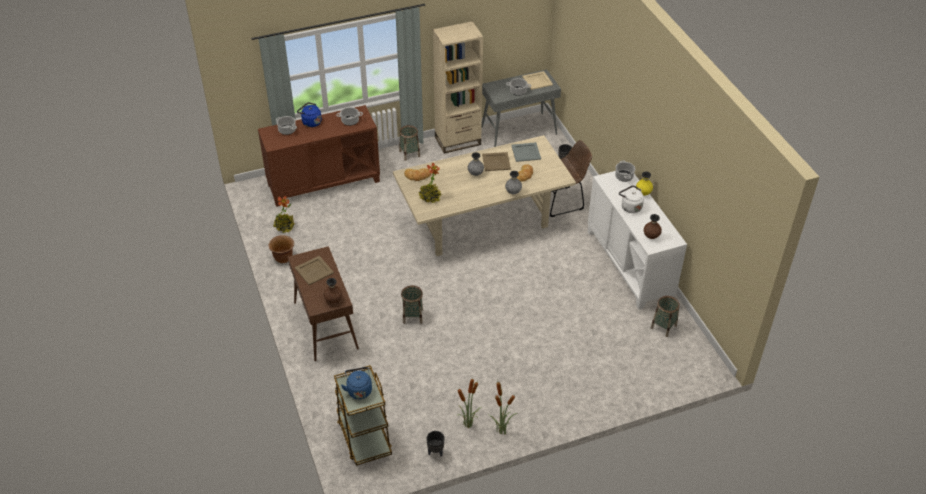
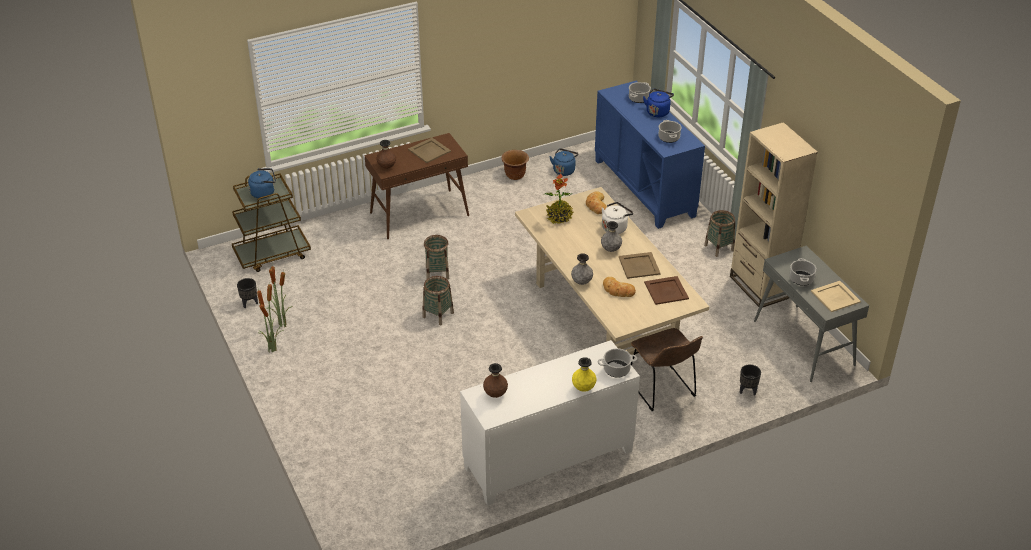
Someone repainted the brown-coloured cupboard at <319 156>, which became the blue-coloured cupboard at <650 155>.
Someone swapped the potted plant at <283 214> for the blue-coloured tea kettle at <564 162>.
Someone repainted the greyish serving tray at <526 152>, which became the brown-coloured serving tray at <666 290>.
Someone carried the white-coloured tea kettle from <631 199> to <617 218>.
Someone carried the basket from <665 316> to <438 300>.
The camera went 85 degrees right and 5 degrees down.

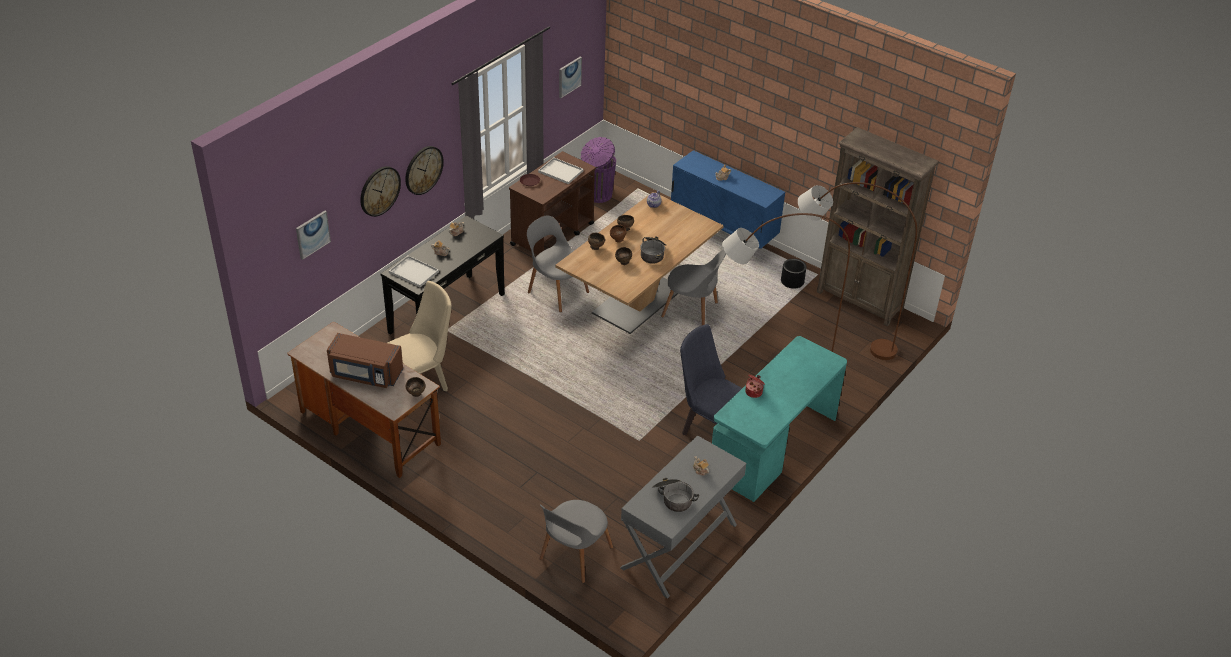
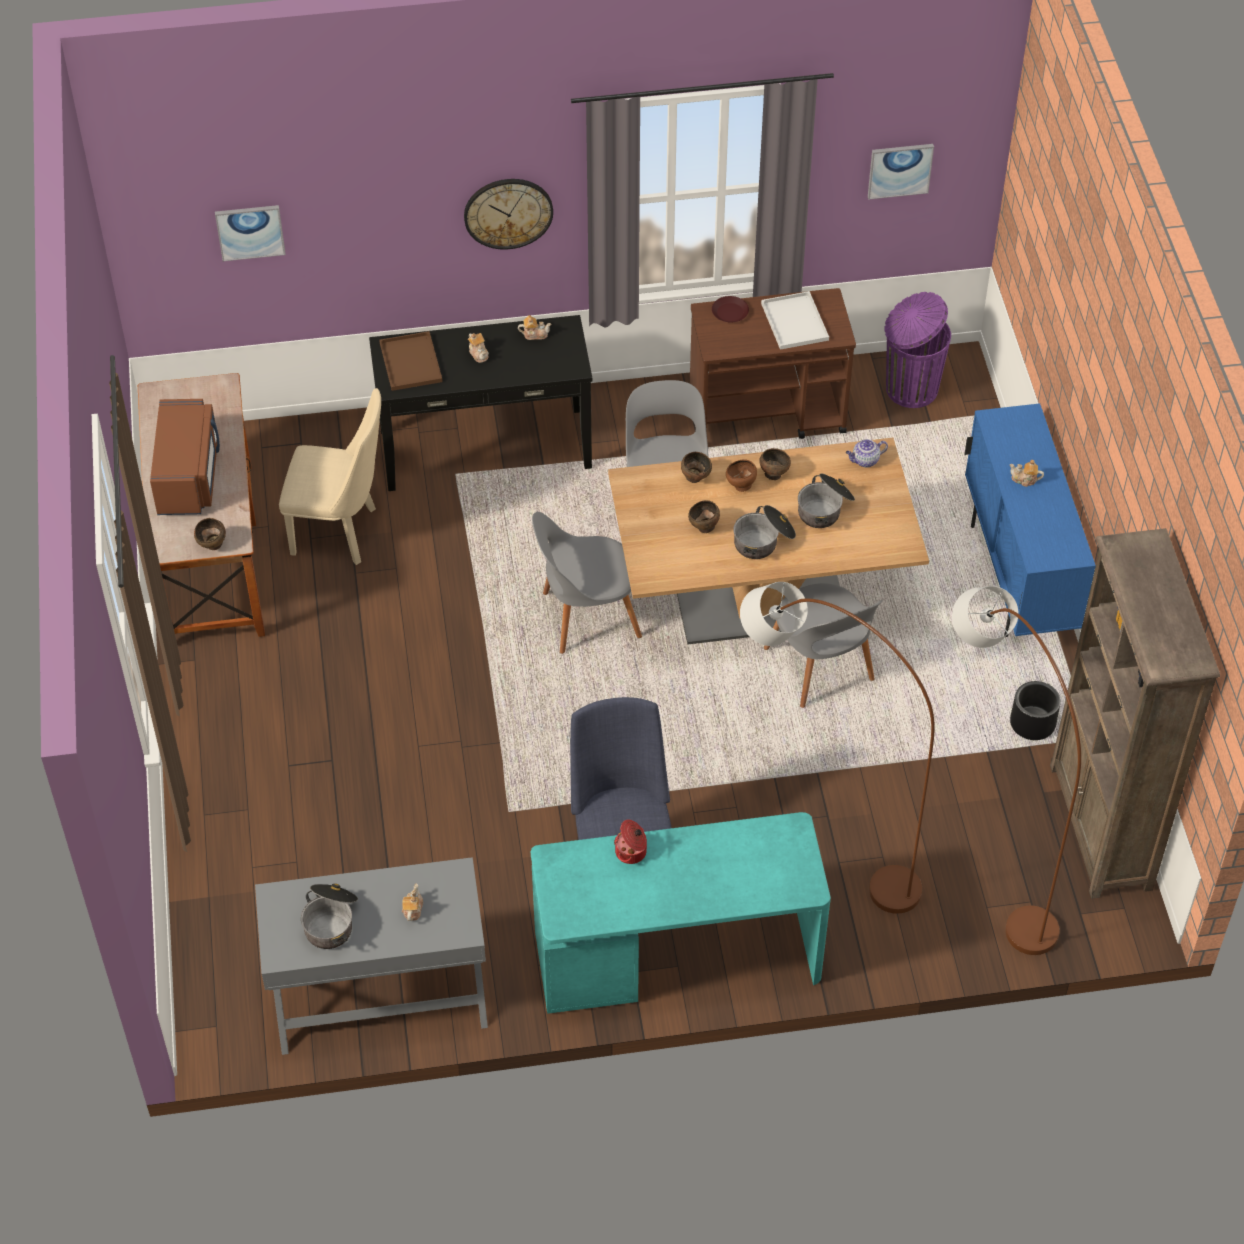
Someone rotated the brown-coloured microwave oven at <365 360> by 150 degrees counterclockwise.
Someone took away the hanging clock at <380 191>.
Someone repainted the white-coloured serving tray at <414 271>, which became the brown-coloured serving tray at <411 361>.
Someone carried the greyish chair from <576 541> to <587 583>.
Someone put down the stockpot at <826 500>.
The camera went 45 degrees right and 10 degrees up.

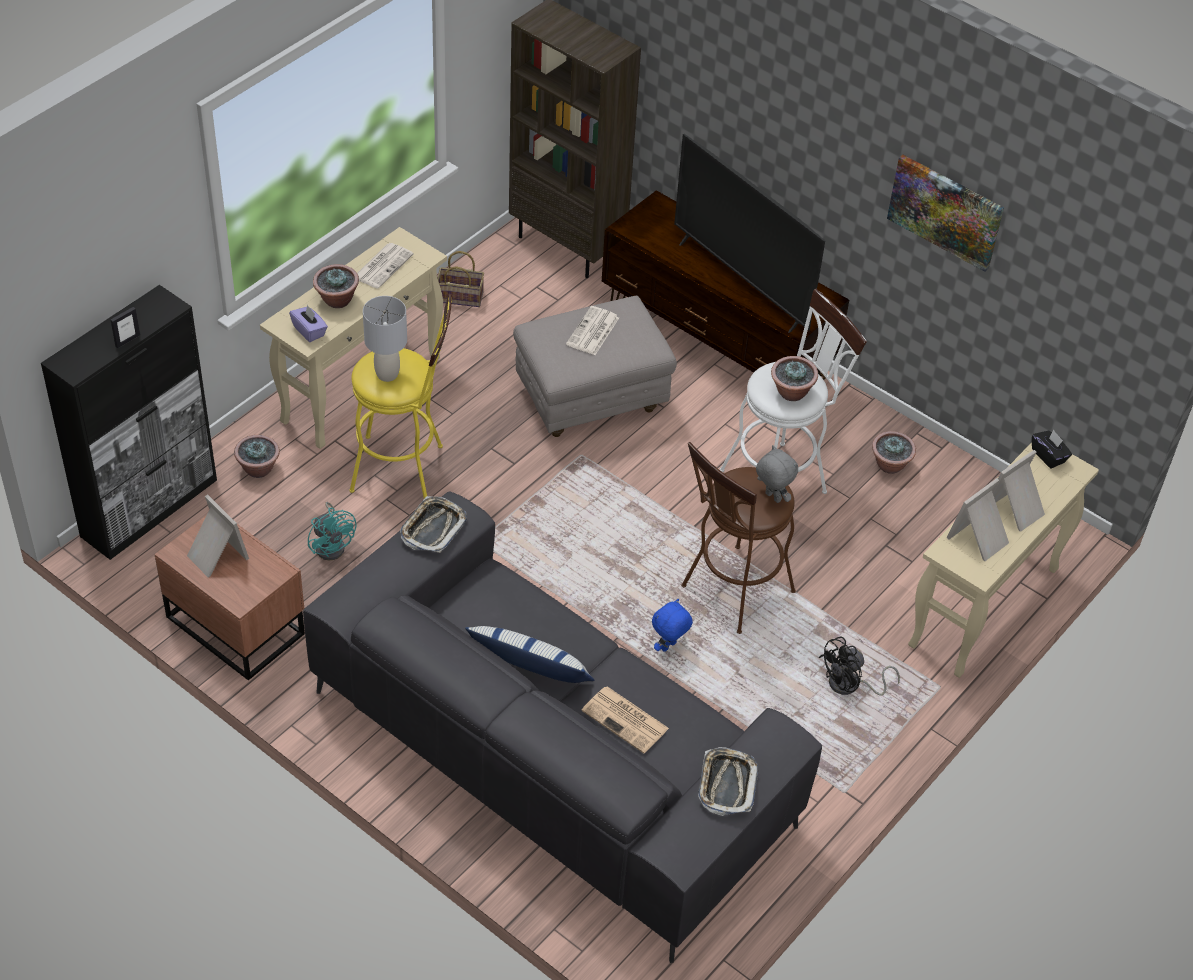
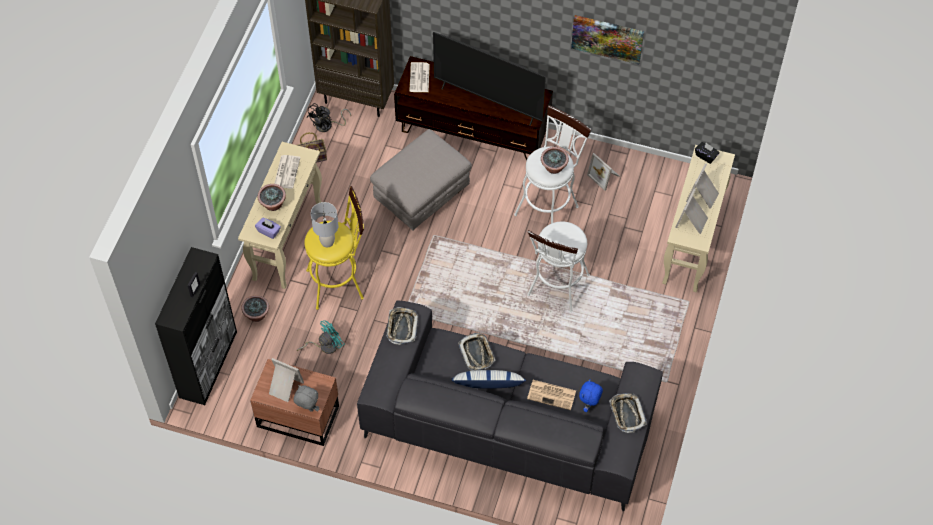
Someone rotated the blue-green cooling fan at <332 531> by 75 degrees counterclockwise.
Someone carried the daily paper from <592 330> to <419 77>.
Someone carried the blue-coloured soft toy from <672 625> to <591 395>.
Someone repainted the brown-coloured stool seat at <738 538>, which became the white-coloured stool seat at <558 267>.
Someone carried the greyish soft toy from <777 474> to <306 398>.
Someone carried the black-coloured cooling fan from <859 666> to <329 117>.
Someone swapped the potted plant at <894 452> for the picture frame at <603 172>.
Someone put down the serving tray at <476 352>.
The camera went 20 degrees left and 10 degrees up.

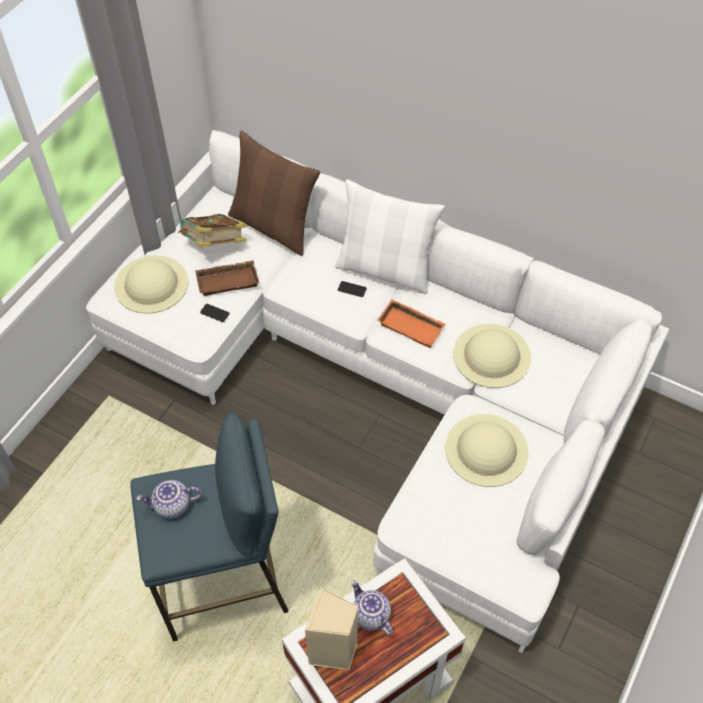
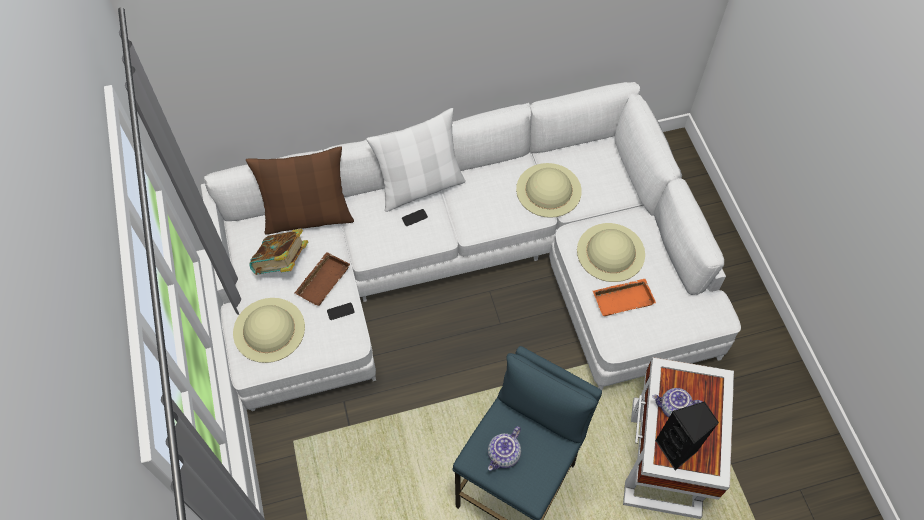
Someone repainted the beige speaker at <331 628>, which became the black-coloured speaker at <687 435>.
Someone carried the orangey serving tray from <411 323> to <624 297>.
The camera went 45 degrees left and 5 degrees up.

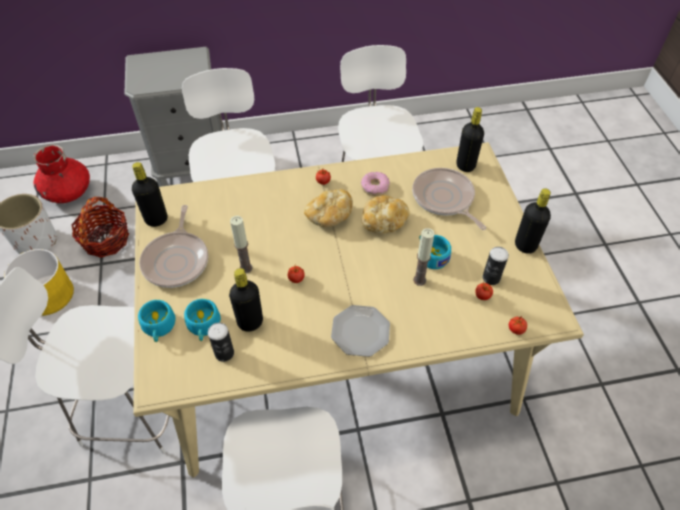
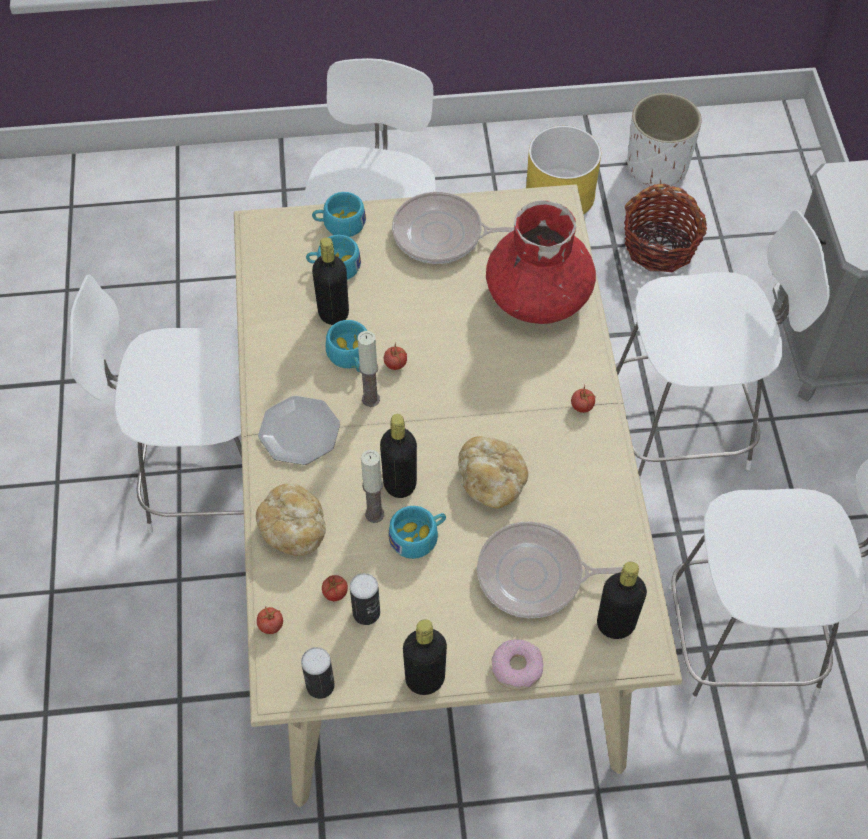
Someone carried the red vase from <61 173> to <541 262>.
Someone carried the black-coloured drink bottle from <149 194> to <398 456>.
Someone carried the metal can from <221 342> to <318 673>.
Someone carried the candle from <241 244> to <369 369>.
Someone carried the bread from <328 208> to <291 520>.
Someone carried the doughnut from <375 184> to <517 664>.
Someone rotated the skillet at <449 199> by 150 degrees counterclockwise.
Someone put down the blue-green drinking cup at <346 346>.
The camera went 95 degrees right and 5 degrees up.

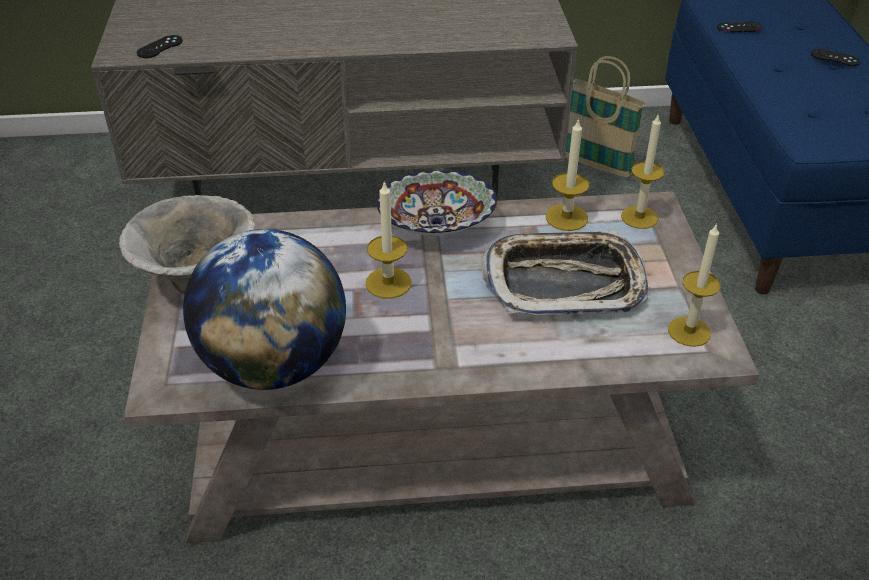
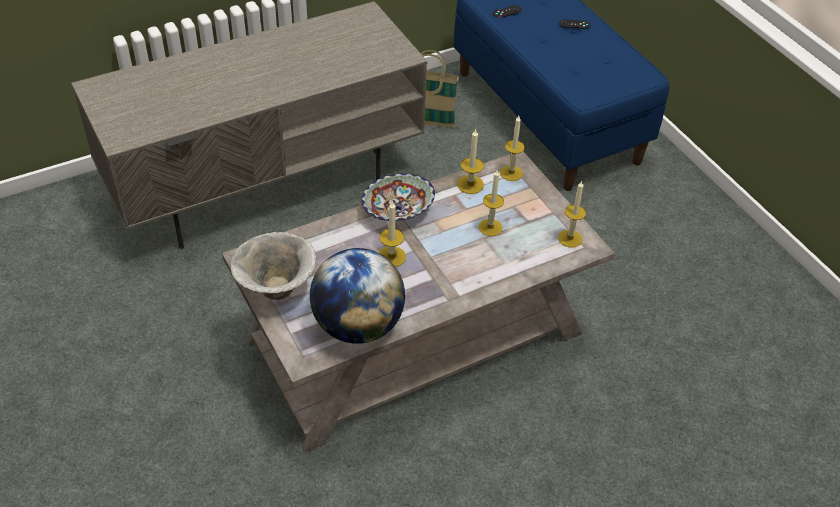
Someone took away the black-coloured joypad at <159 46>.
Someone swapped the serving tray at <564 272> for the candle at <491 203>.
The camera went 25 degrees left and 5 degrees up.

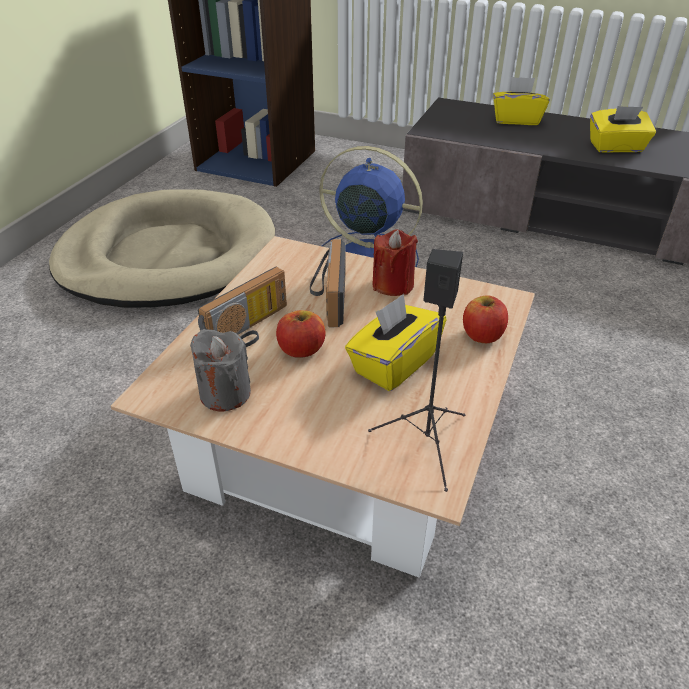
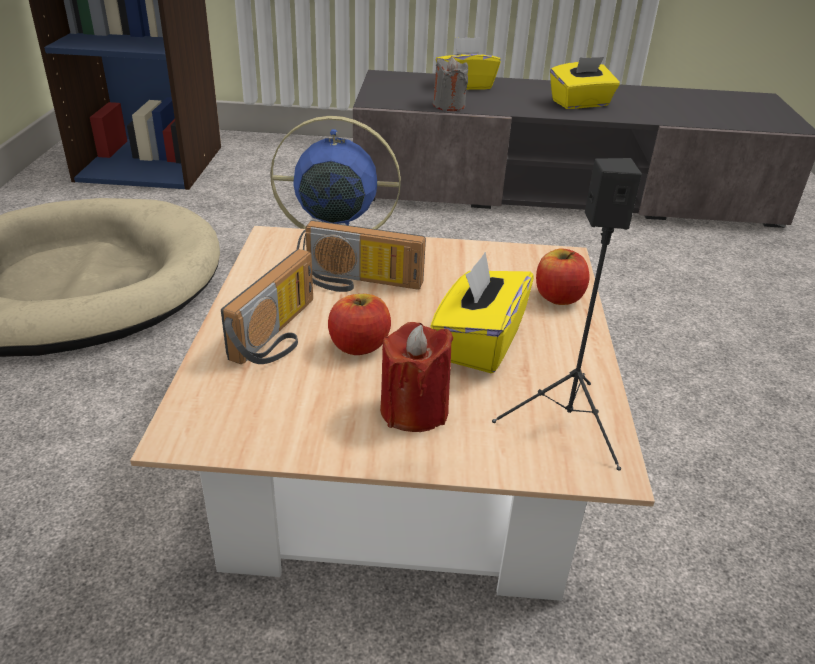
Someone carried the greyish candle from <220 370> to <450 83>.
Someone rotated the radio set at <328 283> by 60 degrees counterclockwise.
Someone carried the red candle from <395 263> to <416 377>.
The camera went 20 degrees left and 5 degrees down.

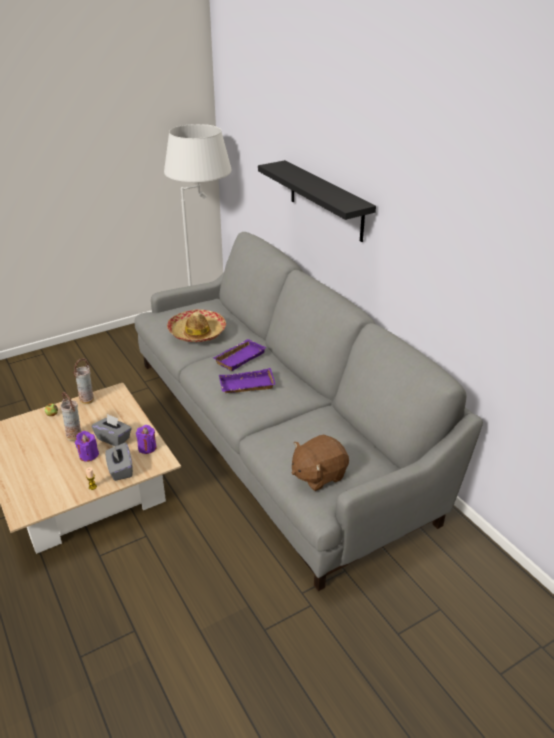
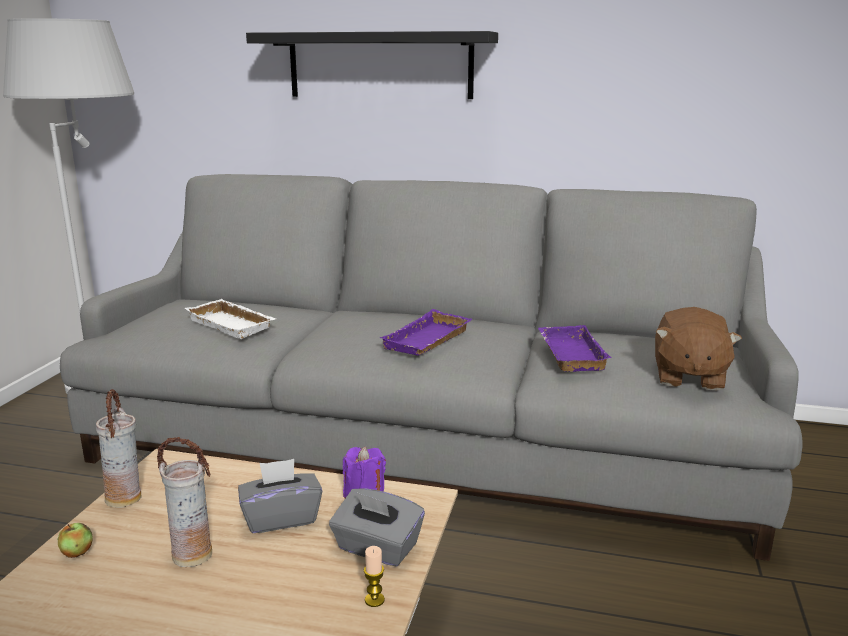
Someone took away the purple candle at <87 446>.
Someone swapped the wearable hat at <196 325> for the white-coloured serving tray at <230 319>.
Someone carried the purple serving tray from <240 355> to <575 348>.
The camera went 45 degrees left and 15 degrees down.

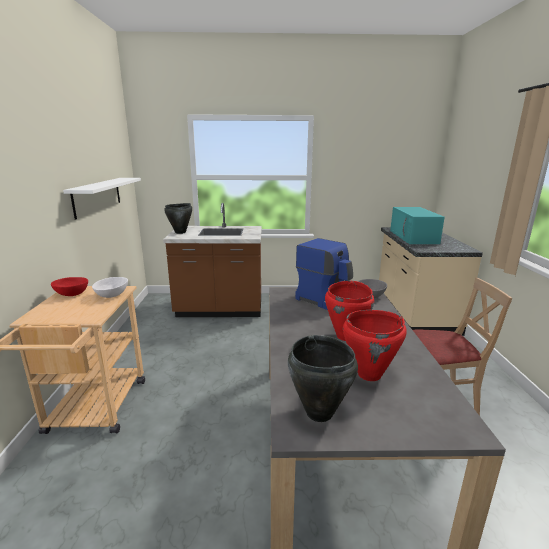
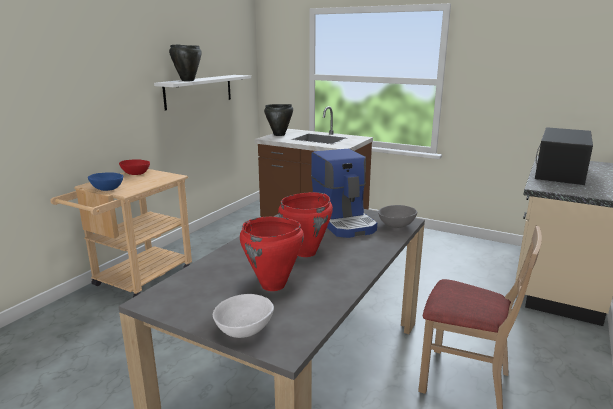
Someone carried the white-coloured deep dish from <110 287> to <243 316>.
Someone carried the black-coloured stockpot from <323 378> to <185 62>.
Someone repainted the blue-green microwave oven at <417 225>, which became the black-coloured microwave oven at <564 156>.
Someone put down the blue-coloured deep dish at <105 181>.
The camera went 30 degrees right and 0 degrees up.

